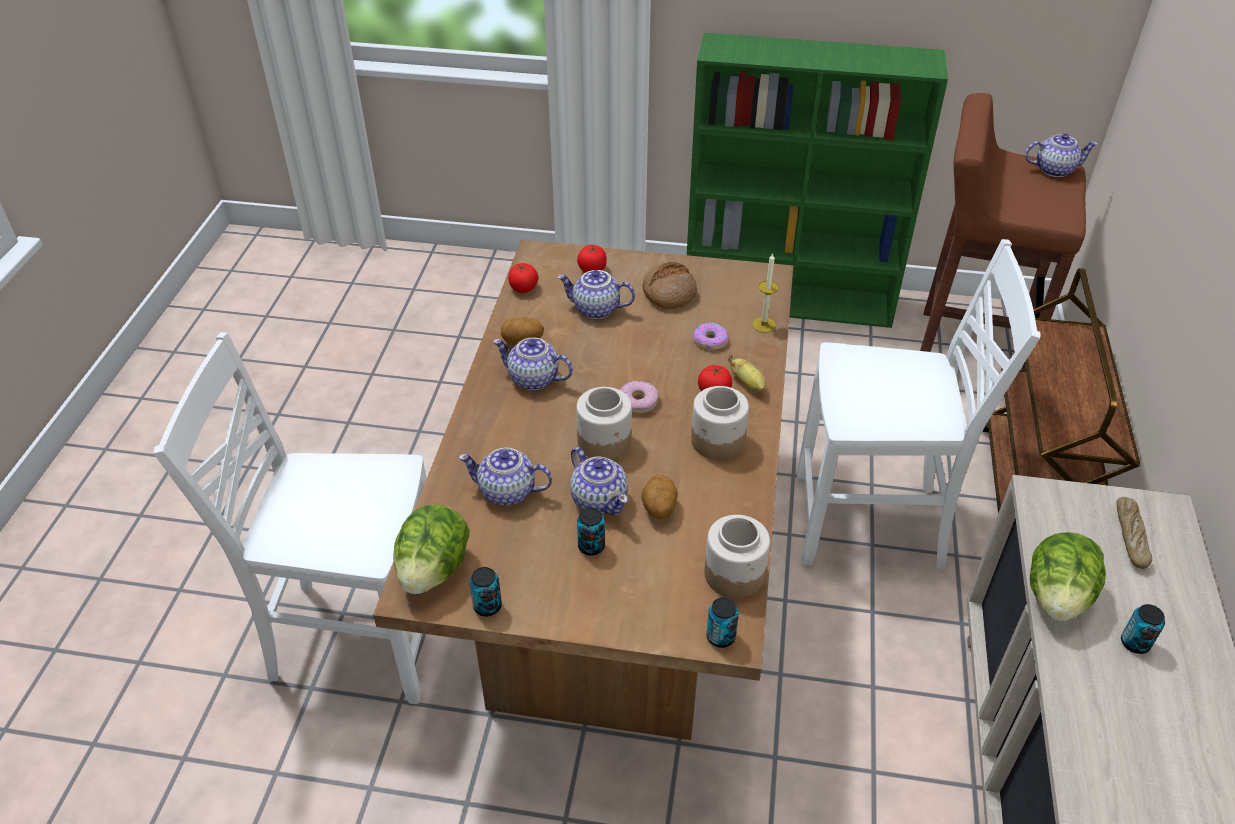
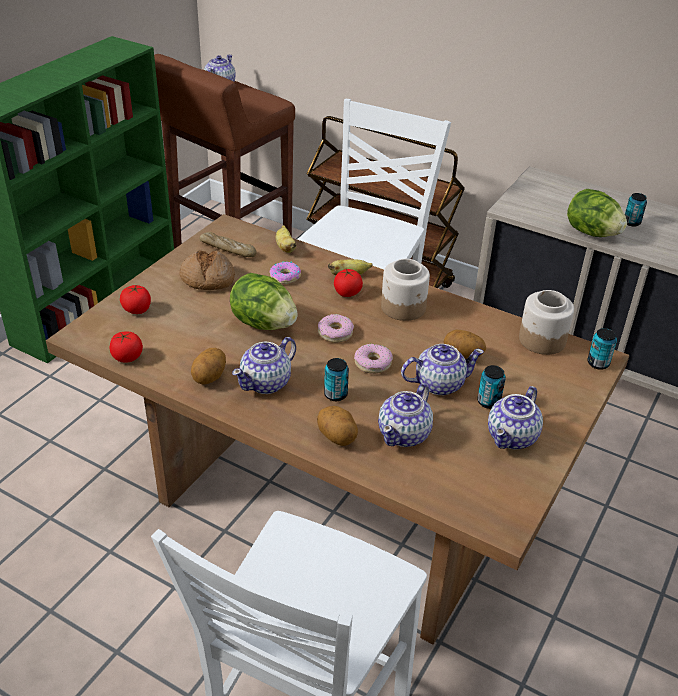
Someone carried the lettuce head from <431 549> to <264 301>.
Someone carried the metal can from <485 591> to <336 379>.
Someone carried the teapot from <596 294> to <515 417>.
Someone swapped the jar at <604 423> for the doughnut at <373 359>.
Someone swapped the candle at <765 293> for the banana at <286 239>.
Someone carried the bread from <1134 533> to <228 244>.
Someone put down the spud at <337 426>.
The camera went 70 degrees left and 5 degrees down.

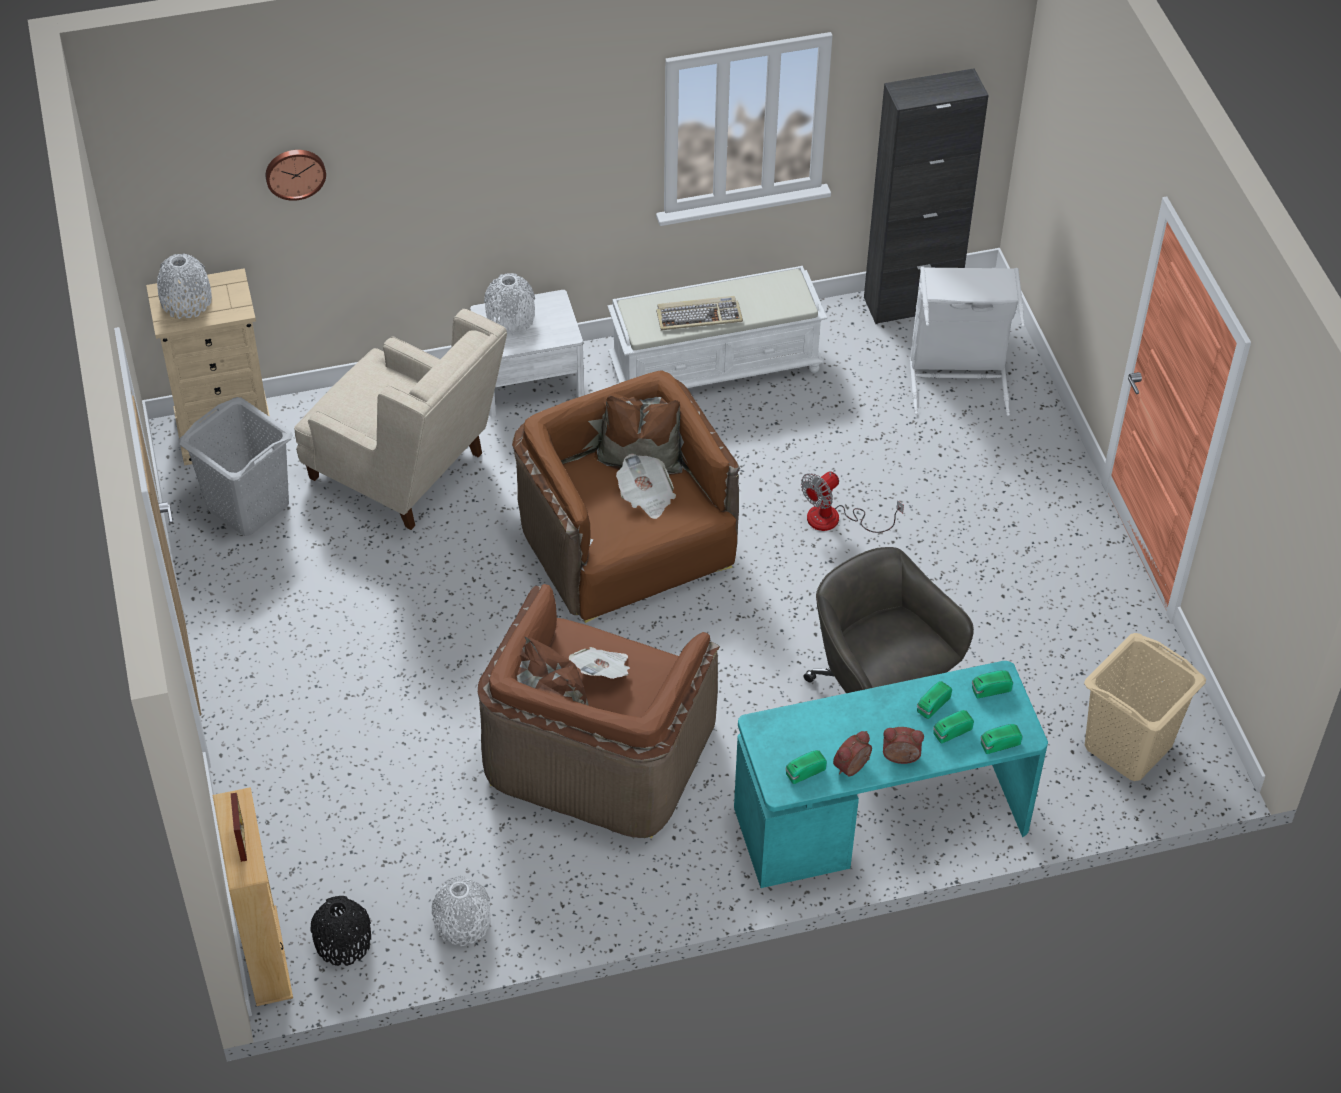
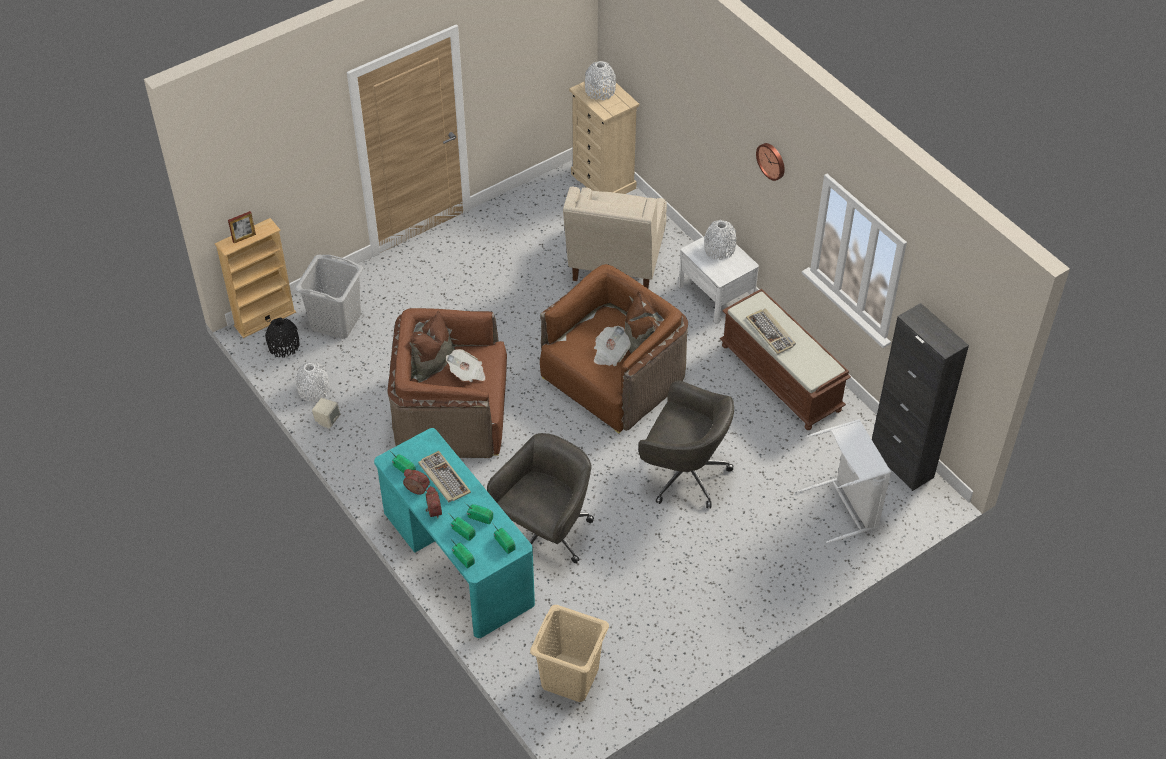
Someone carried the greyish hamper from <235 466> to <329 296>.
Someone carried the hanging clock from <296 175> to <770 162>.
Someone repainted the white-coloured bench at <717 327>, which became the brown-coloured bench at <785 359>.
Someone swapped the cooling fan at <852 502> for the greyish office chair at <686 444>.
Someone put down the beige speaker at <326 413>.
Someone put down the keyboard at <444 476>.
The camera went 70 degrees right and 0 degrees up.

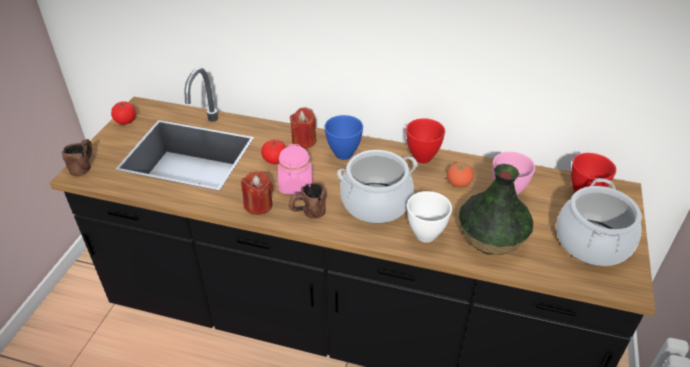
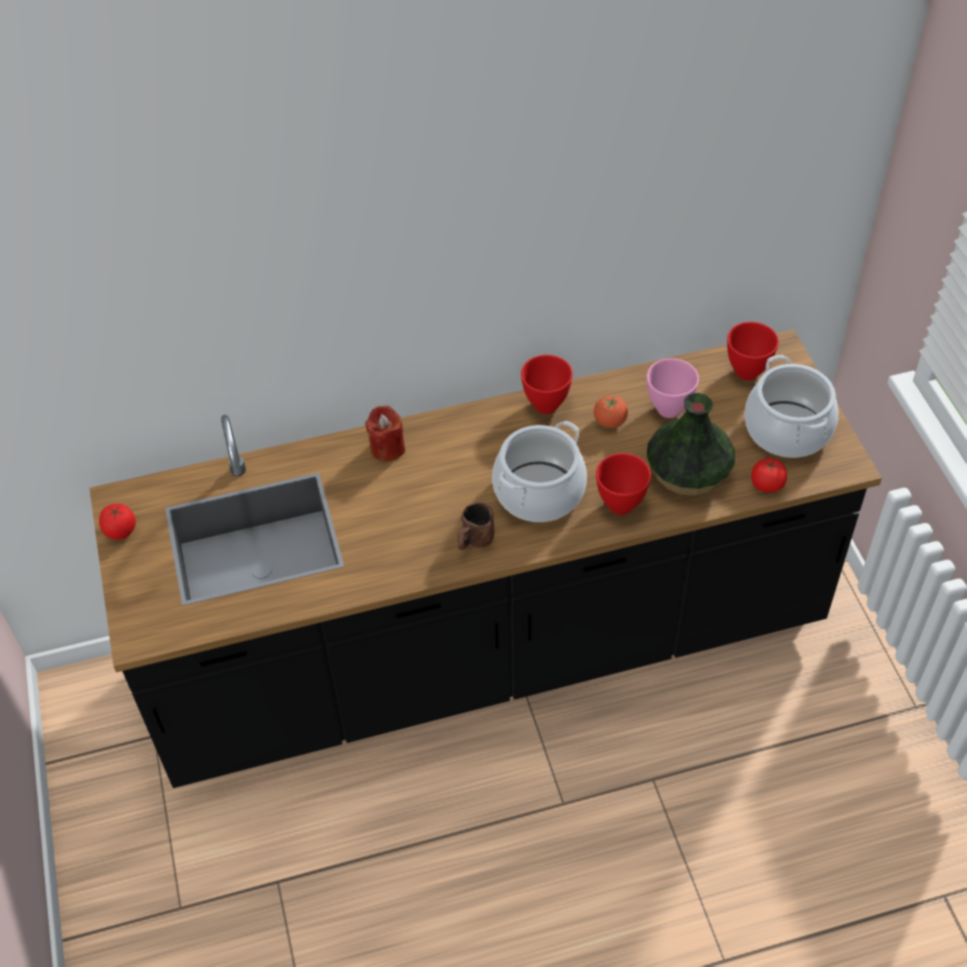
Someone took away the brown-coloured tea mug at <77 158>.
Someone took away the red candle at <257 193>.
Someone carried the fresh tomato from <273 152> to <769 475>.
Someone took away the pinkish jar at <295 169>.
Someone took away the blue-coloured deep dish at <344 137>.
Someone repainted the white-coloured deep dish at <429 217>, which became the red deep dish at <623 484>.
The camera went 30 degrees left and 10 degrees up.

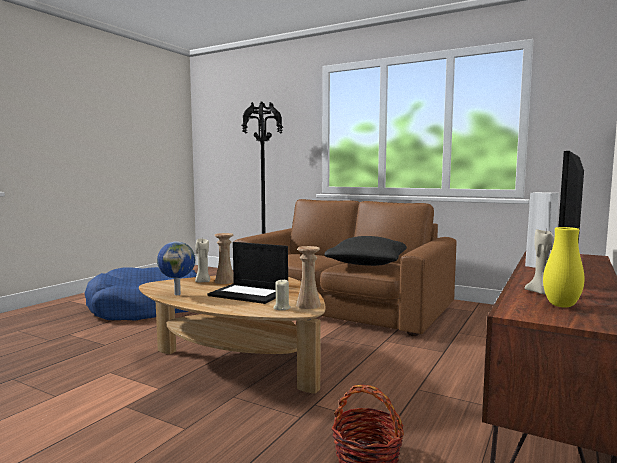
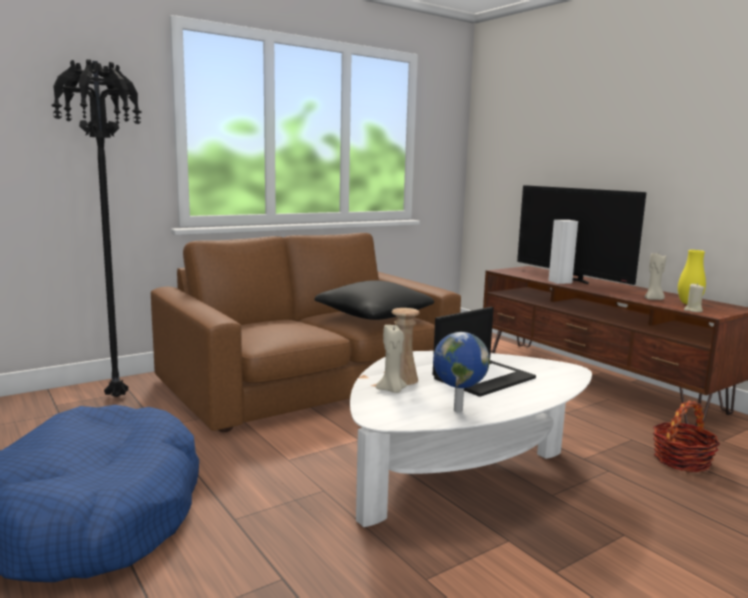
Someone repainted the brown-coloured low table at <232 335>, which became the white-coloured low table at <471 439>.
Someone carried the beige candle from <282 294> to <694 297>.
Someone took away the beige vase at <308 277>.
The camera went 65 degrees left and 5 degrees up.

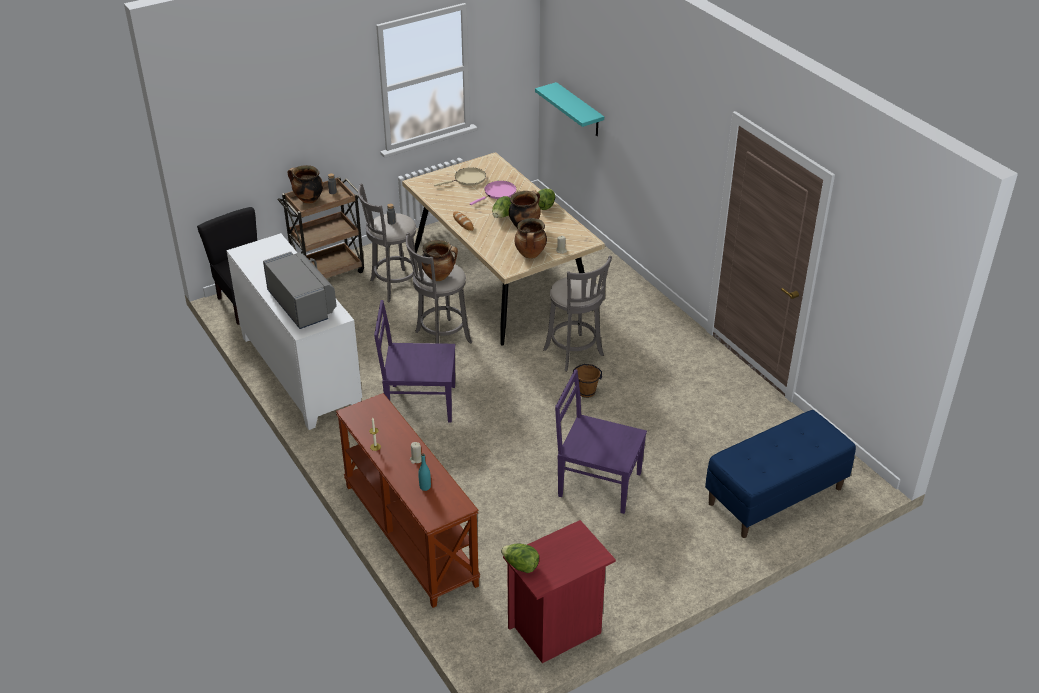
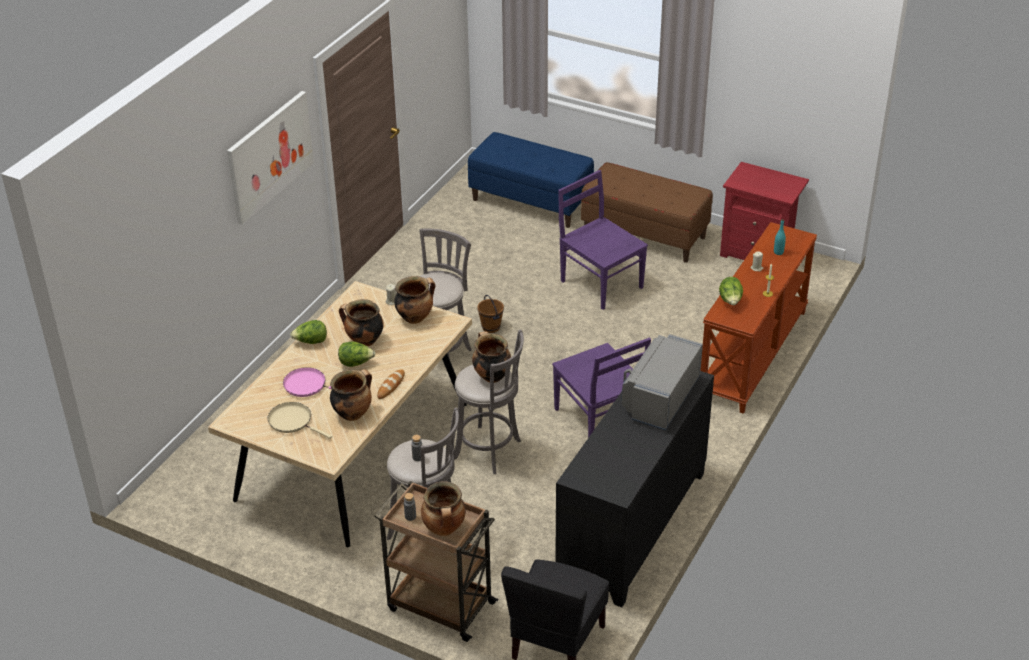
Someone repainted the white-coloured cupboard at <294 331>, which became the black-coloured cupboard at <634 489>.
Someone carried the lettuce head from <520 558> to <731 291>.
Someone took away the blue-green wall shelf at <569 109>.
Someone rotated the purple chair at <601 441> by 150 degrees clockwise.
Someone put up the picture at <270 158>.
Someone put down the stockpot at <351 395>.
Someone put down the brown-coloured bench at <647 212>.
The camera went 120 degrees left and 0 degrees up.

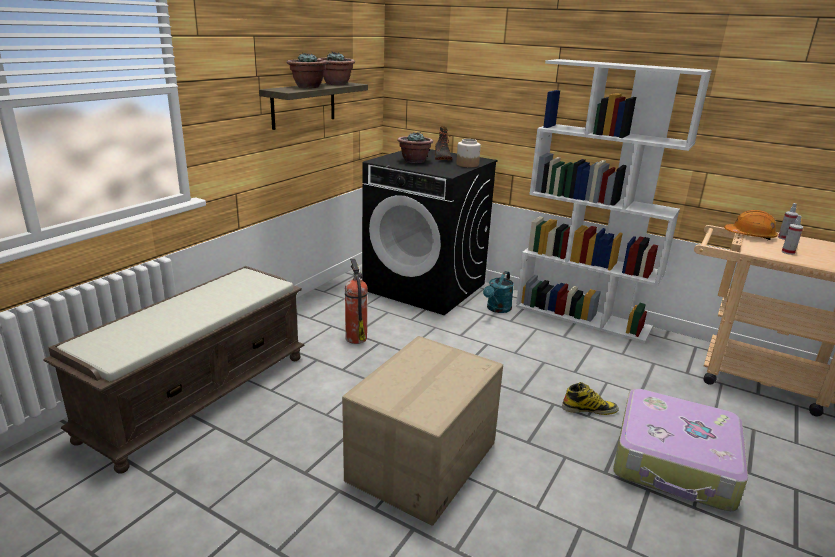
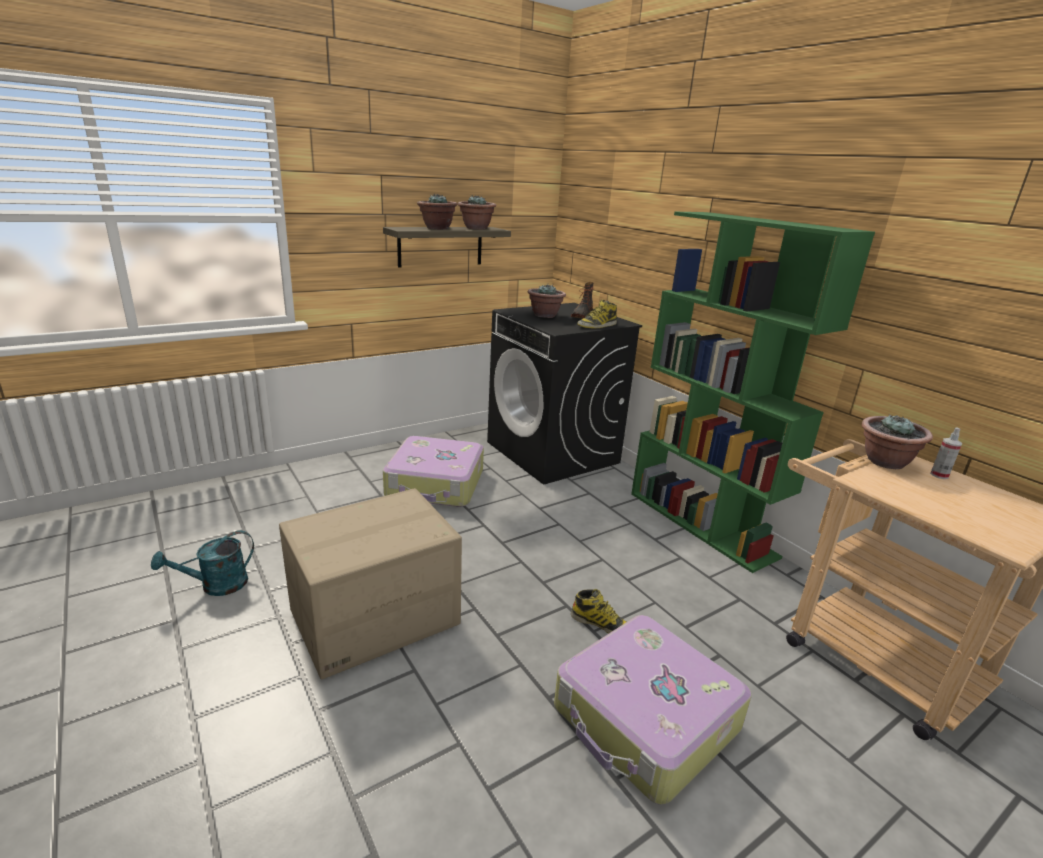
Someone took away the brown-coloured bench at <173 370>.
Someone swapped the extinguisher at <356 301> for the suitcase at <433 471>.
Someone swapped the jar at <468 153> for the high-top boot at <597 314>.
Someone carried the blue-green sprinkling can from <498 292> to <202 563>.
Someone repainted the white-coloured bookshelf at <614 201>, which became the green-coloured bookshelf at <753 392>.
Someone swapped the orangey hard hat at <751 225> for the potted plant at <897 441>.
Someone took away the sprayer at <792 235>.
The camera went 25 degrees right and 0 degrees up.

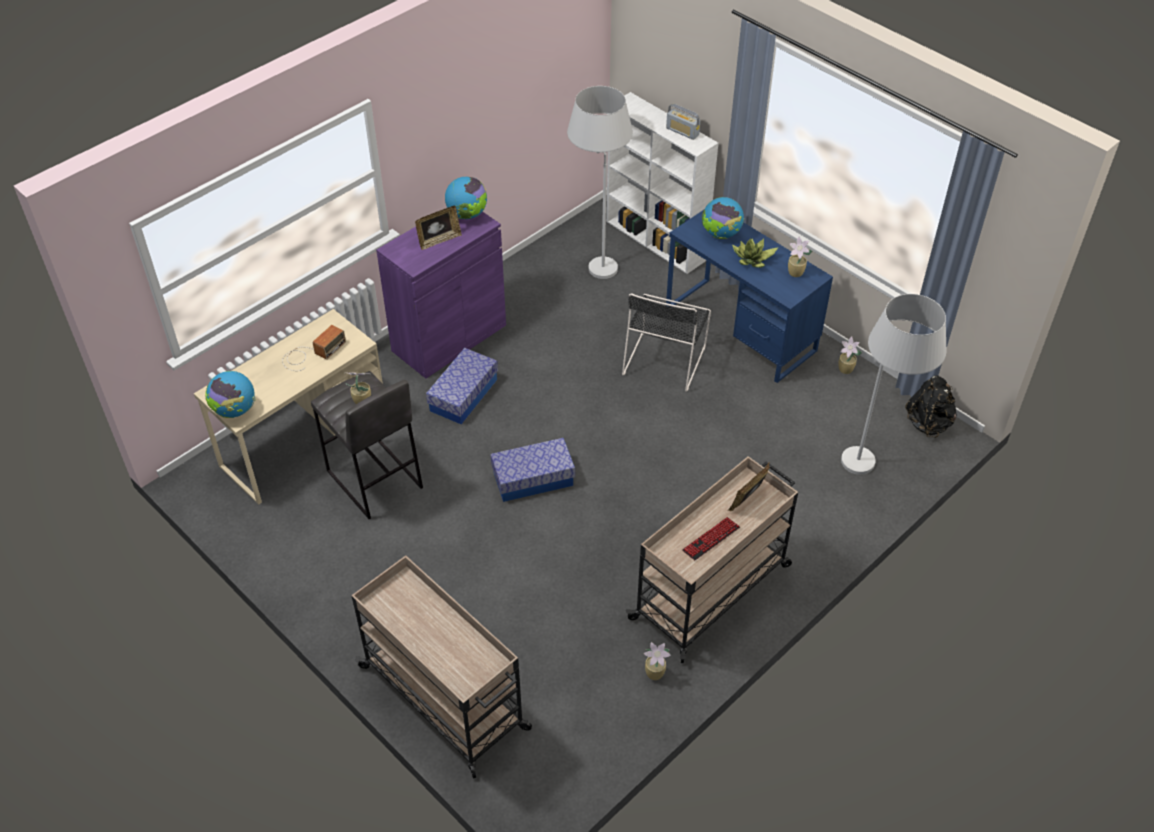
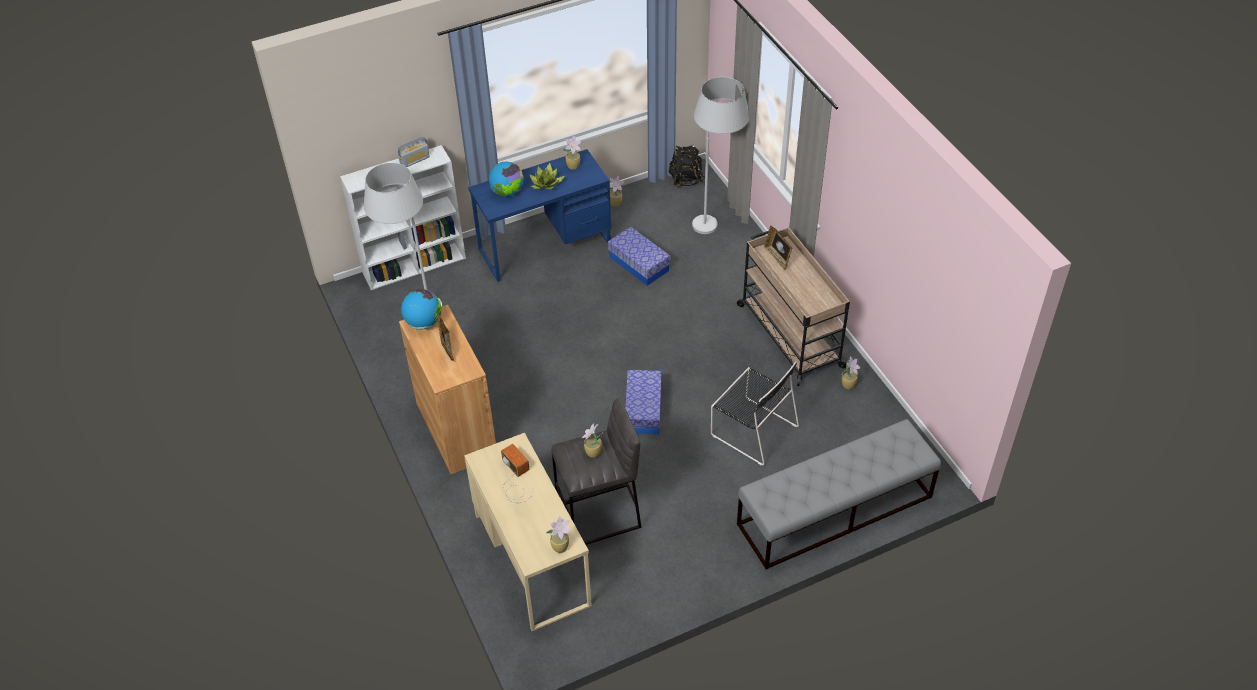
Someone swapped the world globe at <230 394> for the potted plant at <558 534>.
Someone swapped the beige wheeled cart at <442 667> for the greyish bench at <839 494>.
Someone repainted the purple cupboard at <441 294>, which became the brown-coloured cupboard at <447 389>.
Someone carried the storage bin from <462 386> to <639 256>.
Someone carried the black-coloured chair from <666 342> to <755 413>.
Someone took away the keyboard at <711 539>.
The camera went 70 degrees left and 0 degrees up.

